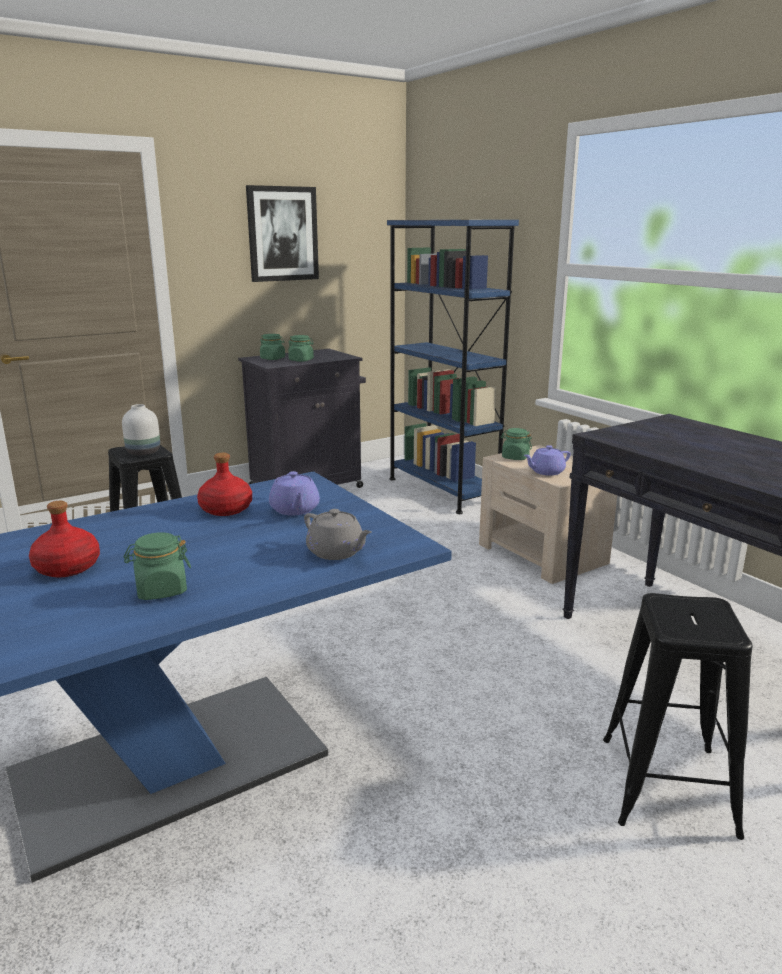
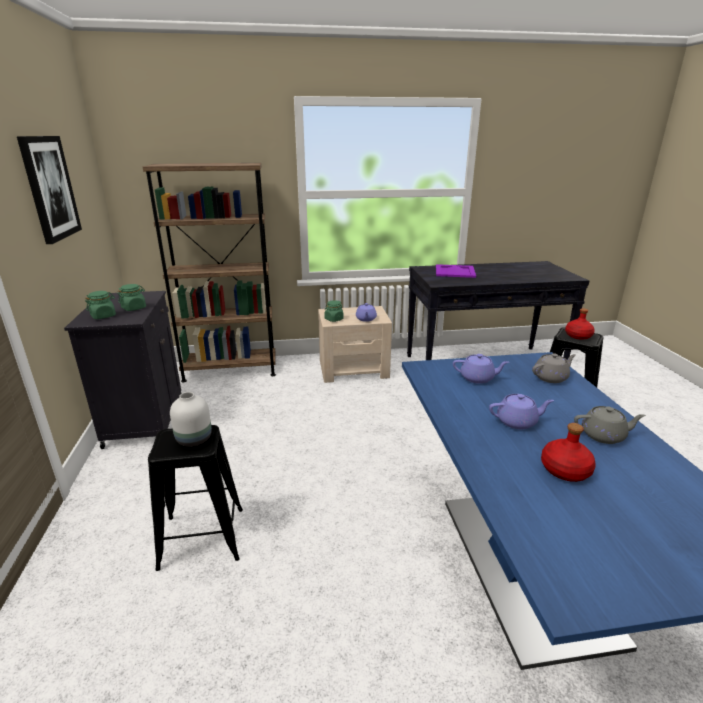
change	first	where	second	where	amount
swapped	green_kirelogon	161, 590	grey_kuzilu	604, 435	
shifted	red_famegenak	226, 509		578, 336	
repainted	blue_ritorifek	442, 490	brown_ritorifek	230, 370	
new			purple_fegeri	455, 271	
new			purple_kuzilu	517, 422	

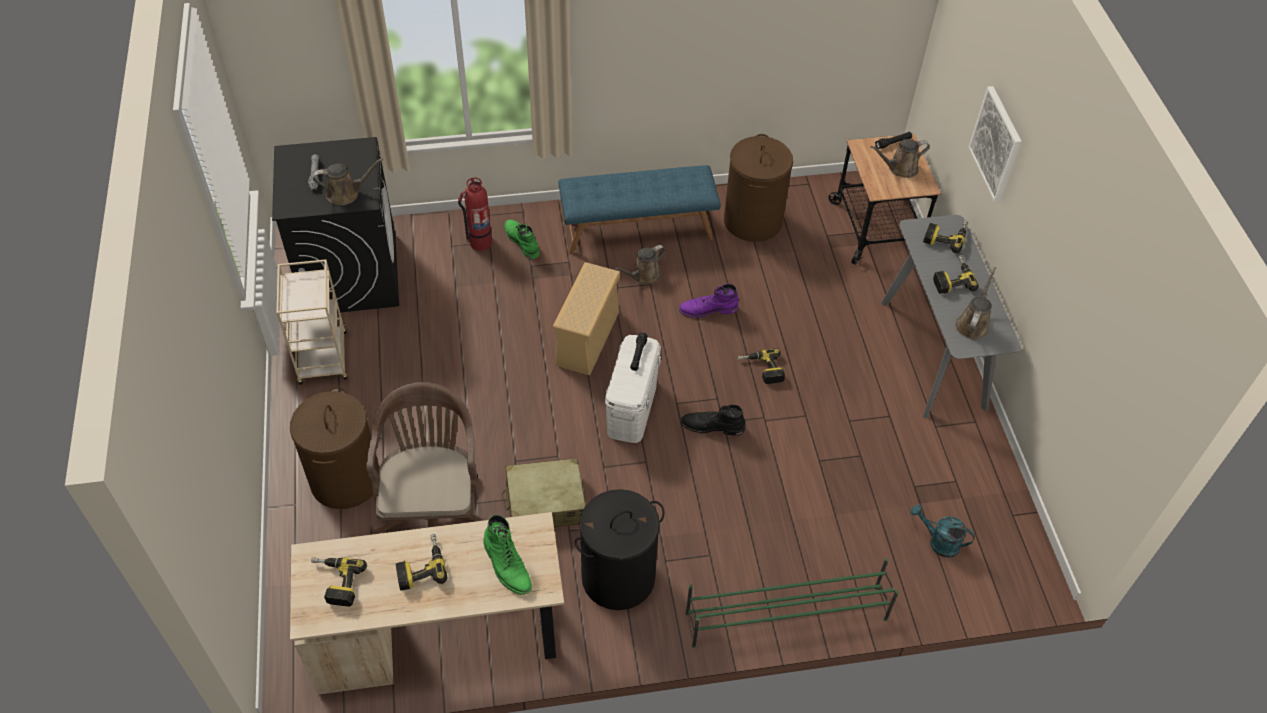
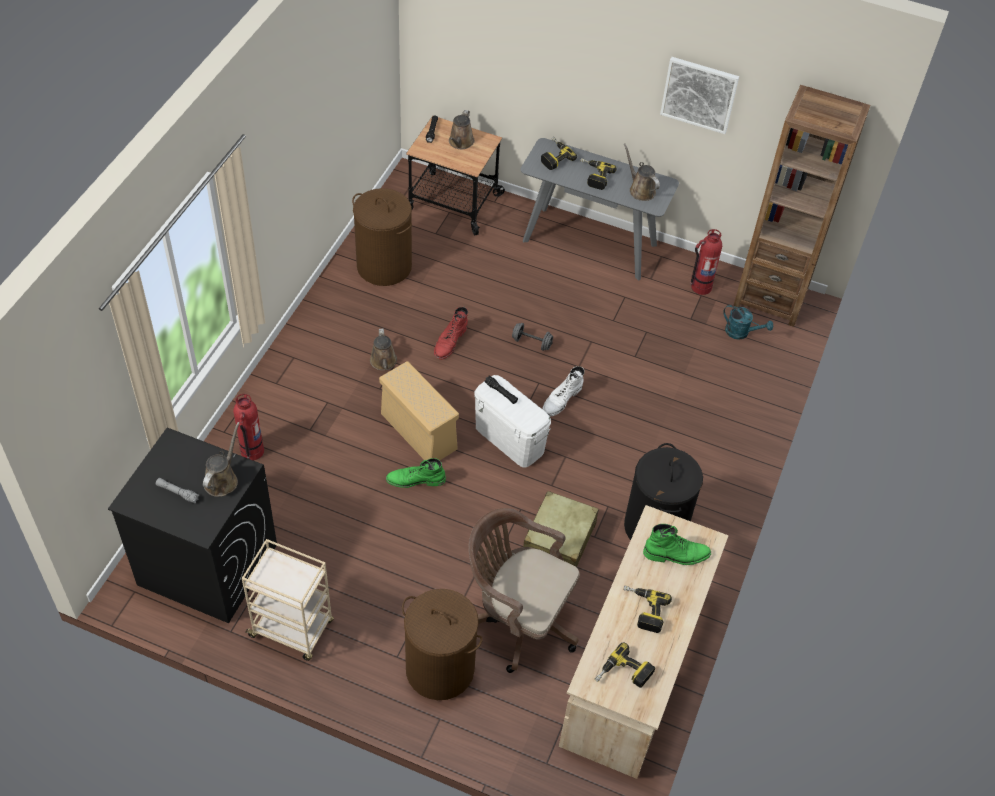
change	first	where	second	where	amount
shifted	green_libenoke	522, 241		415, 480	
gone	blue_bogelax	637, 228			
repainted	purple_libenoke	708, 309	red_libenoke	450, 341	
repainted	black_libenoke	712, 426	white_libenoke	561, 399	
gone	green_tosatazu	785, 616			
swapped	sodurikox	761, 369	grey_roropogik	531, 343	
rotated	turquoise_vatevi	938, 542		741, 332	120 degrees counterclockwise
shifted	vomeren	996, 144		699, 94	
new			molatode	700, 287	
new			brown_ritorifek	770, 298	

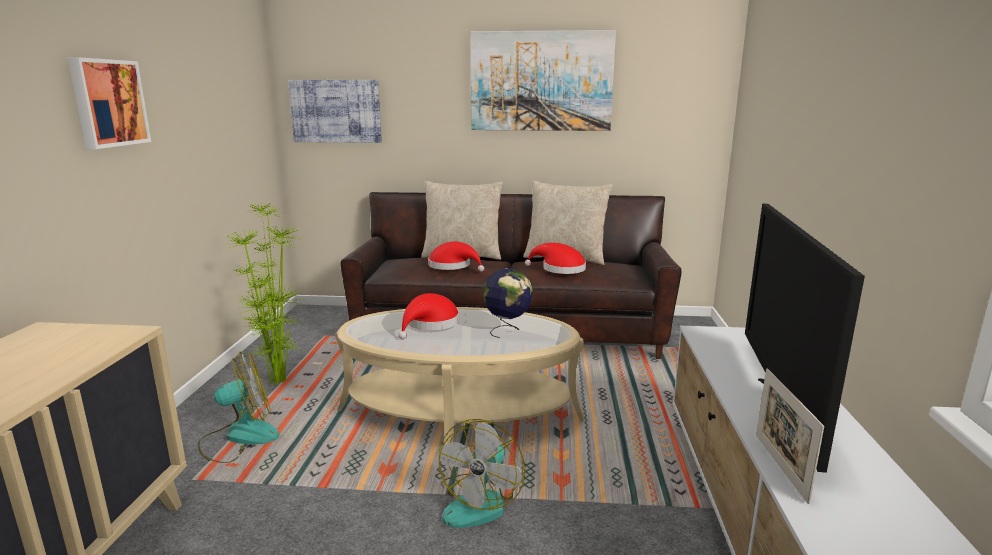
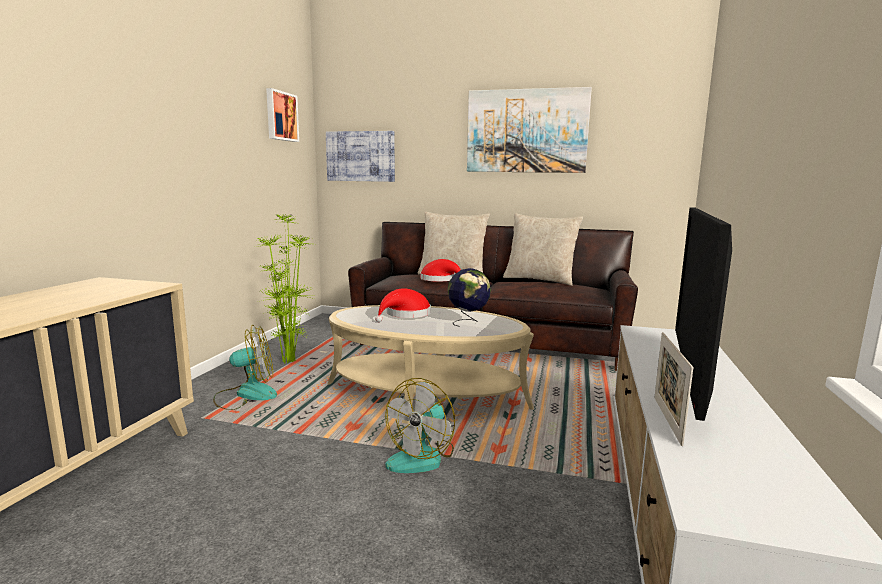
change	first	where	second	where	amount
shifted	vomeren	108, 103		281, 116	
gone	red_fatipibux	560, 269			

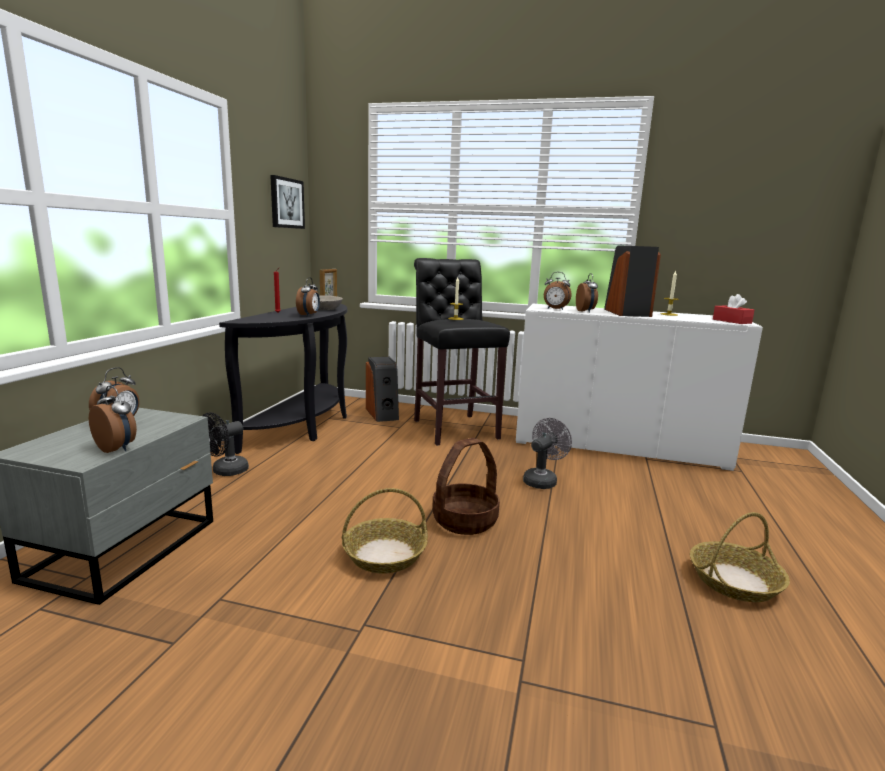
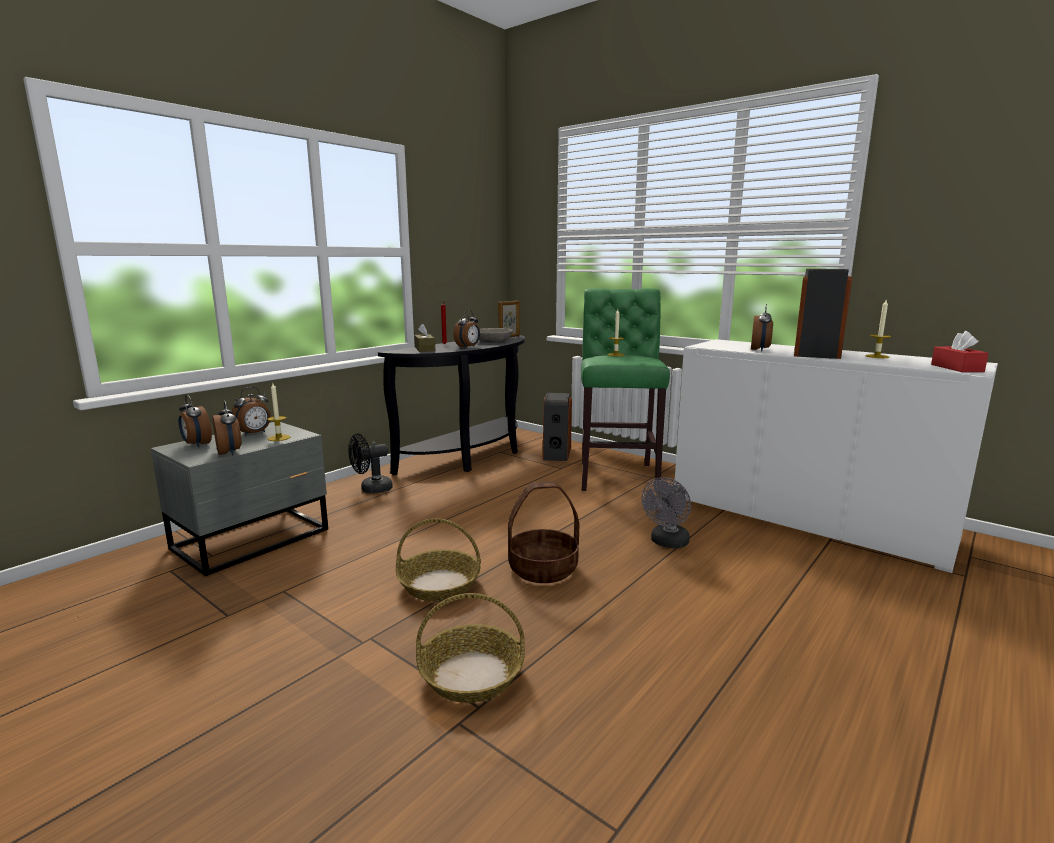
change	first	where	second	where	amount
gone	vomeren	286, 203			
repainted	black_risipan	453, 428	green_risipan	617, 475	
rotated	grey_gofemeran	542, 480		667, 543	150 degrees clockwise
shifted	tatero	555, 309		196, 444	
shifted	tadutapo	734, 581		472, 674	
new			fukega	279, 438	
new			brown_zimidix	425, 349	

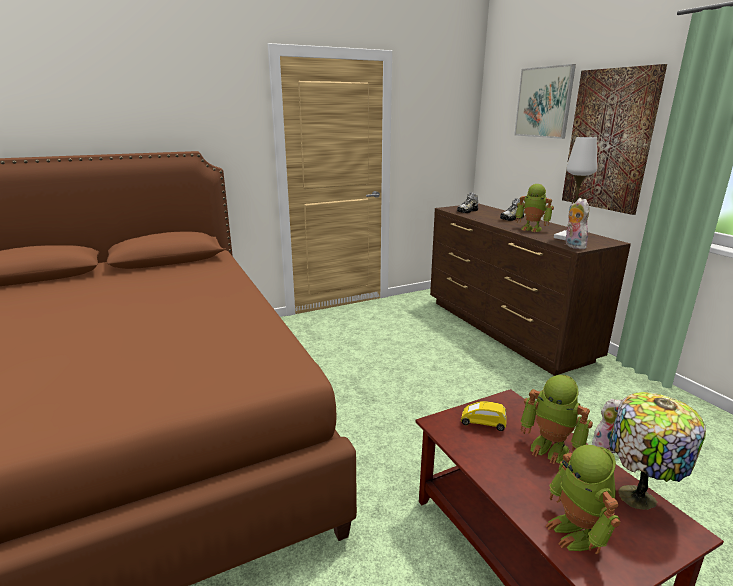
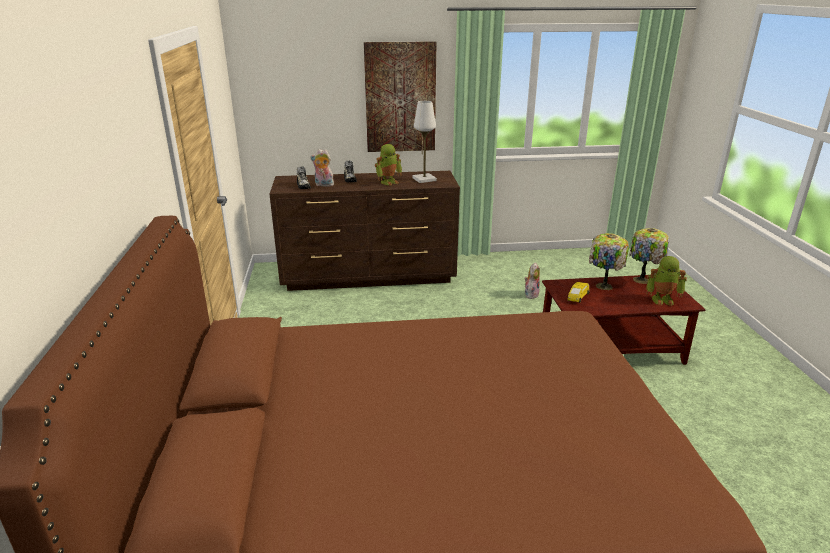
change	first	where	second	where	amount
gone	vomeren	543, 102			
swapped	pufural	551, 448	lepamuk	603, 286	
shifted	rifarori	572, 246		323, 185	

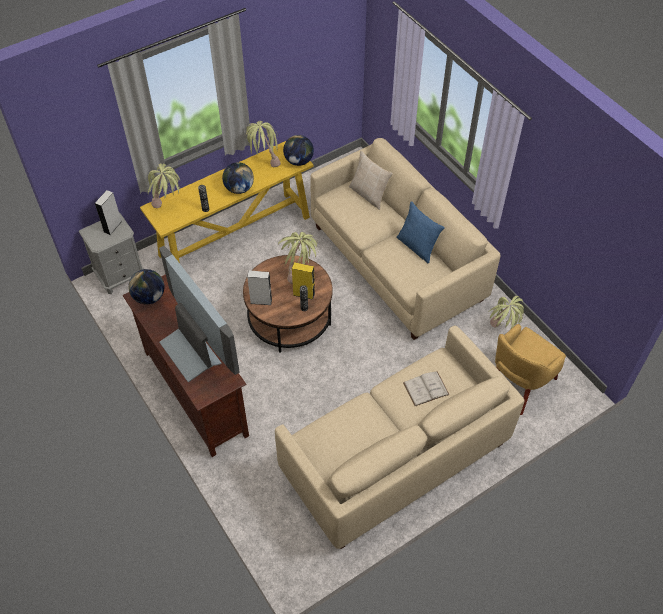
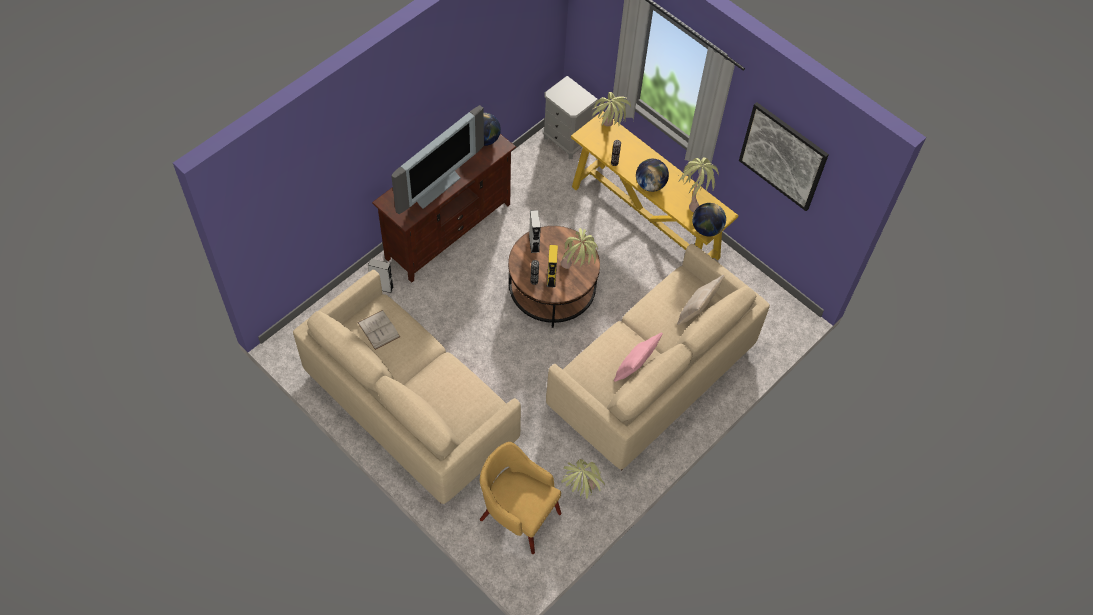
change	first	where	second	where	amount
shifted	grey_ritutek	112, 226		382, 287	
repainted	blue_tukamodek	417, 246	pink_tukamodek	635, 368	
shifted	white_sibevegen	426, 388		378, 329	
new			vomeren	783, 156	

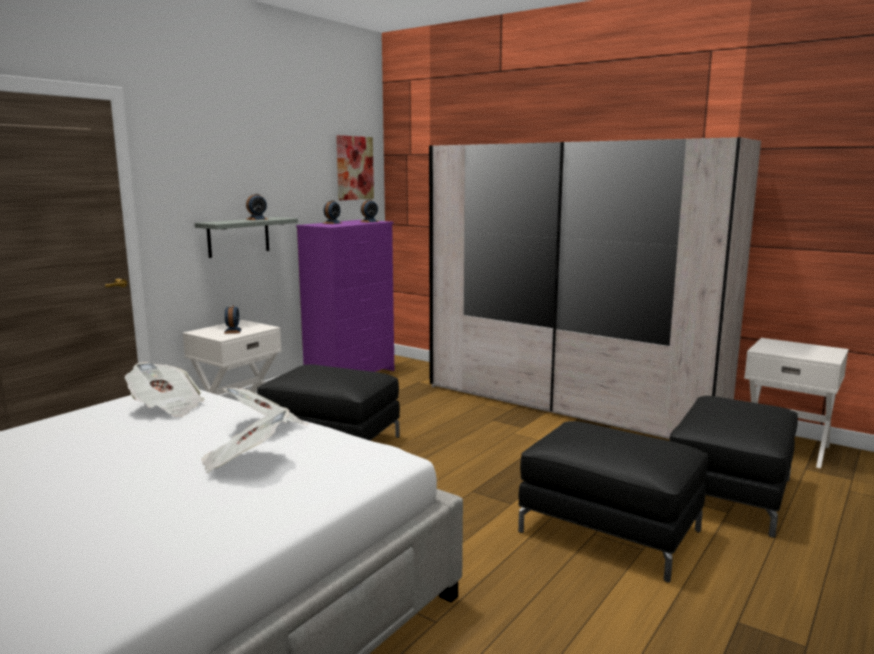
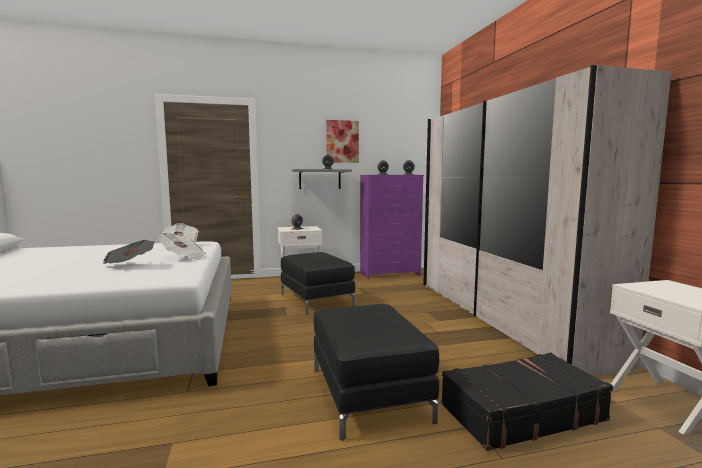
change	first	where	second	where	amount
shifted	vomeren	354, 168		342, 141	
swapped	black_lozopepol	729, 494	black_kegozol	521, 412	

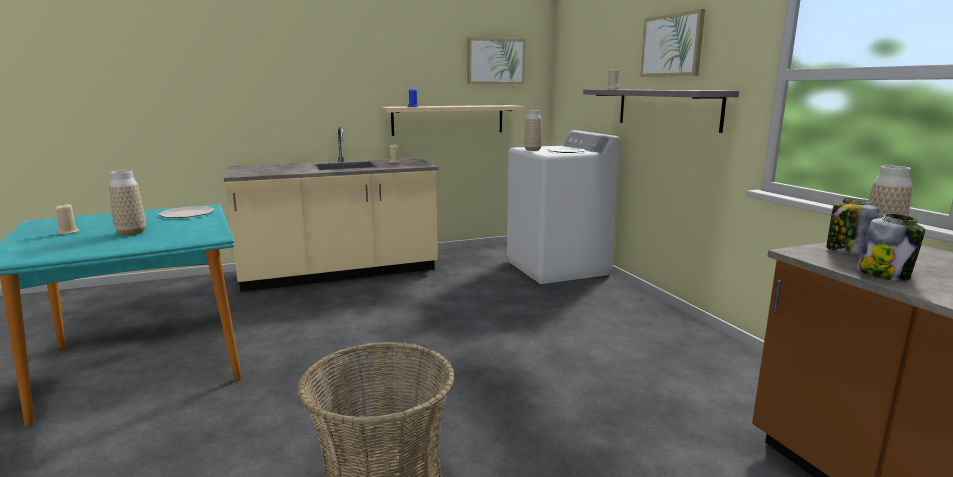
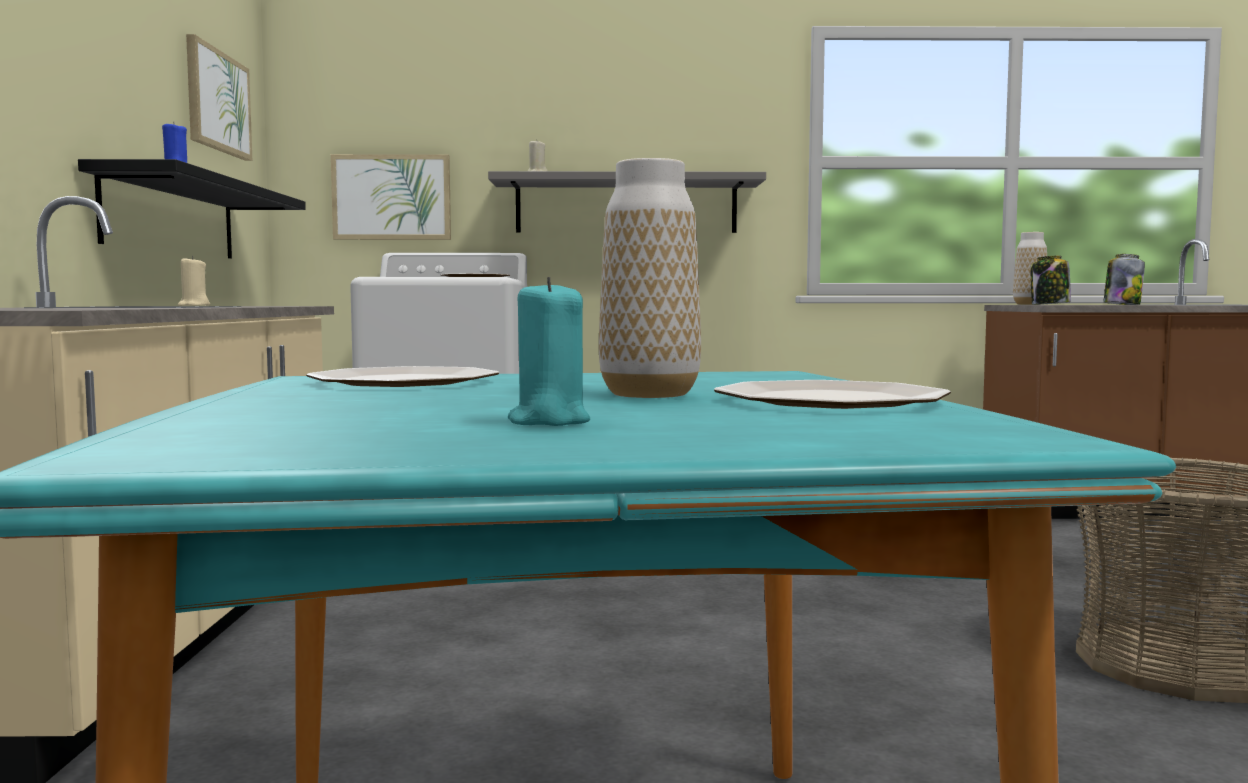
change	first	where	second	where	amount
repainted	beige_fukega	68, 232	turquoise_fukega	548, 422	
repainted	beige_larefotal	448, 119	black_larefotal	172, 218	
gone	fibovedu	532, 150			
shifted	vomeren	672, 45		392, 197	
new			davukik	832, 400	

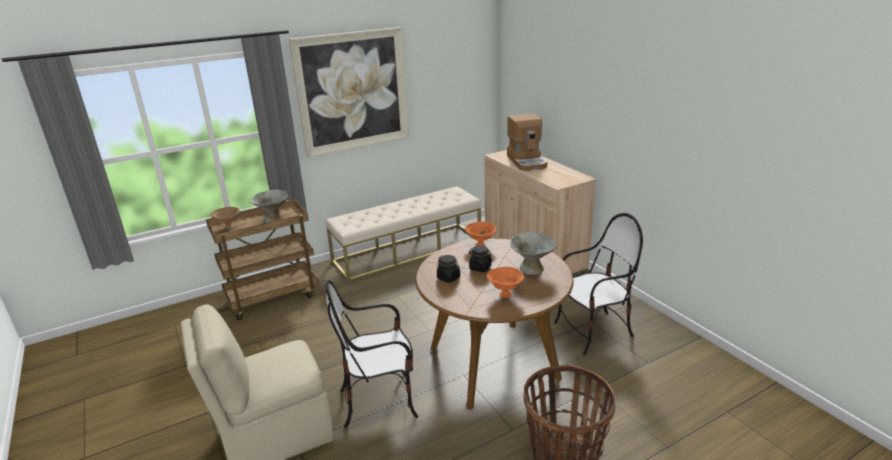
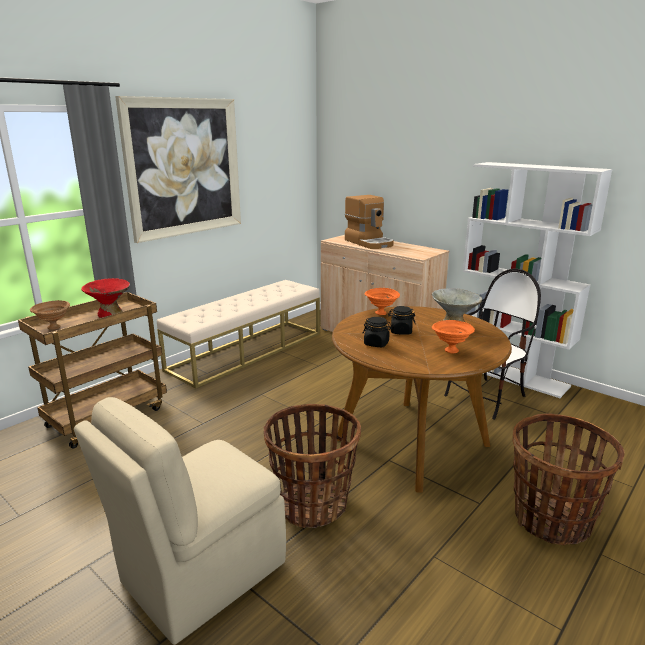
change	first	where	second	where	amount
repainted	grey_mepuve	273, 219	red_mepuve	110, 314	
swapped	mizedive	379, 400	tadutapo	312, 504	
new			white_ritorifek	510, 375	

